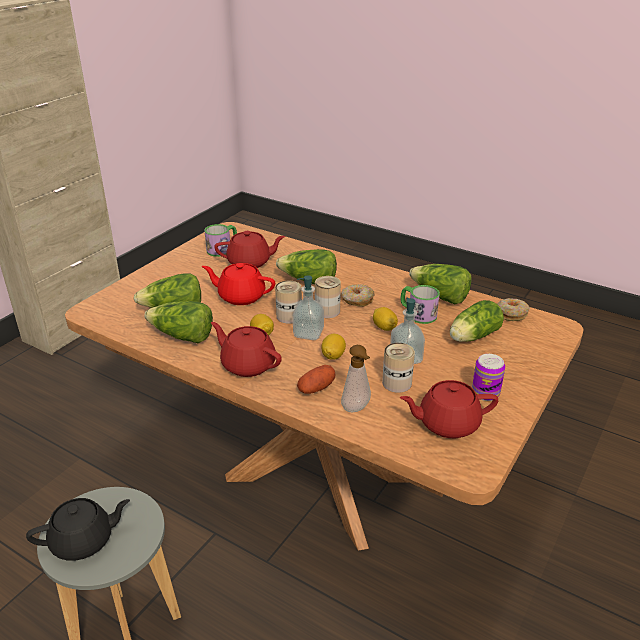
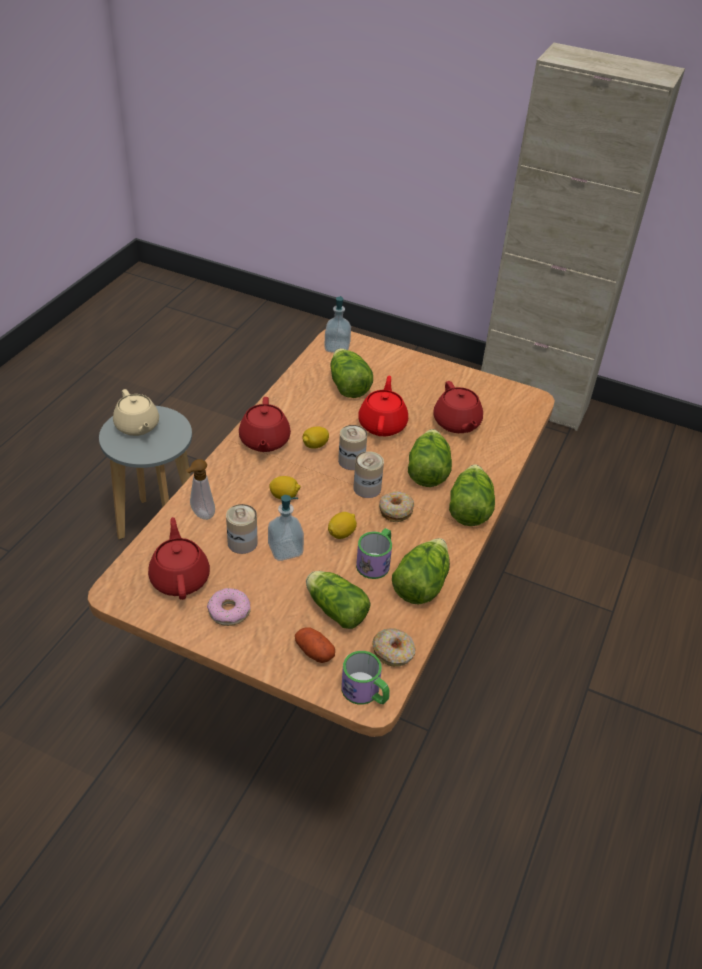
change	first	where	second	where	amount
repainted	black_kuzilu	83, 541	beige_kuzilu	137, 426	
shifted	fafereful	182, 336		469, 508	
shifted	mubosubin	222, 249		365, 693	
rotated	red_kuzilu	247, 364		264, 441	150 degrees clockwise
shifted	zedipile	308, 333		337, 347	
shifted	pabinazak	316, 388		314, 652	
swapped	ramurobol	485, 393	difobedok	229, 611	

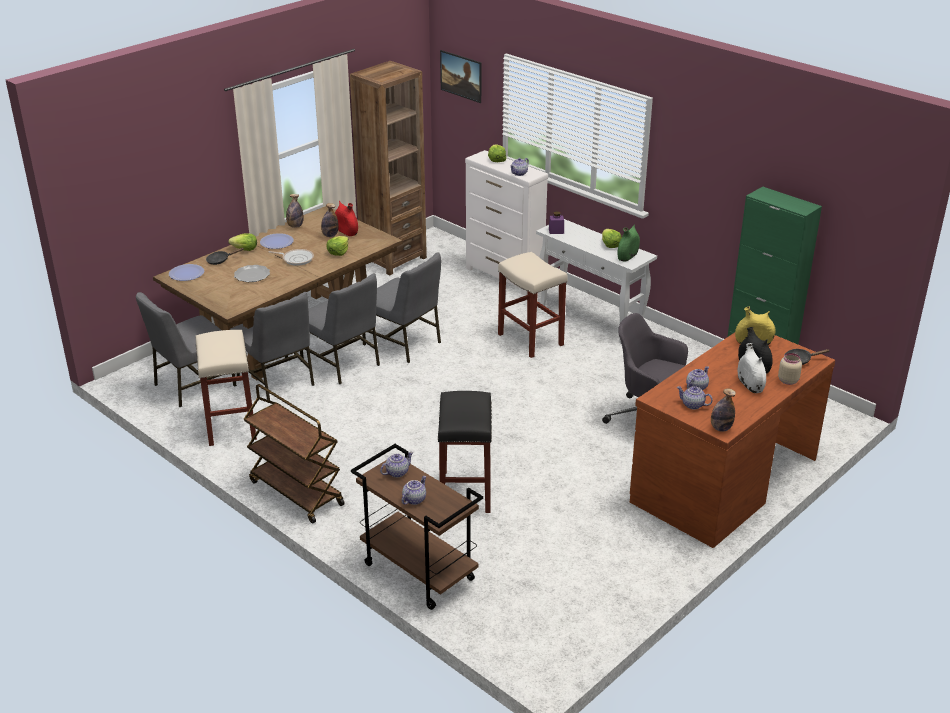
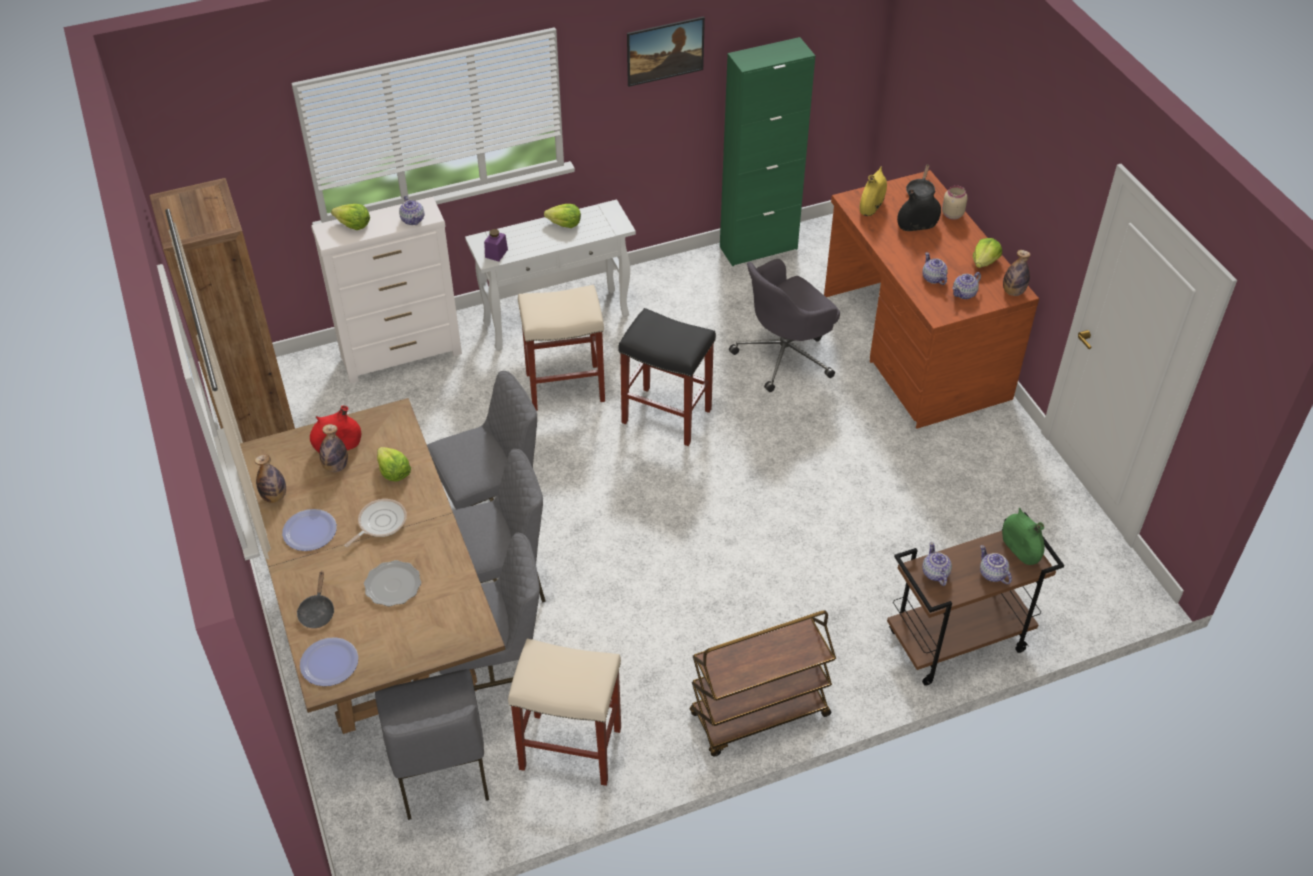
change	first	where	second	where	amount
shifted	fafereful	245, 249		984, 262	
shifted	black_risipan	466, 492		668, 416	
shifted	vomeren	461, 86		665, 64	
shifted	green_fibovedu	628, 256		1020, 549	
gone	white_fibovedu	750, 385			

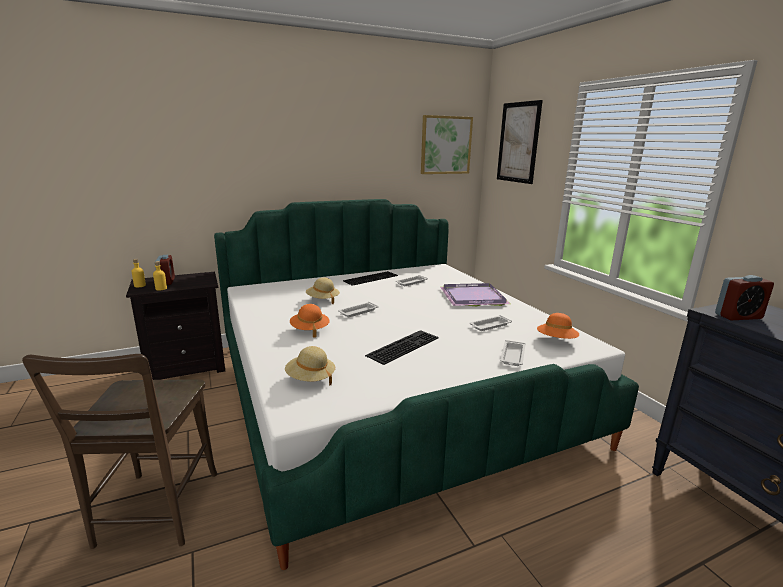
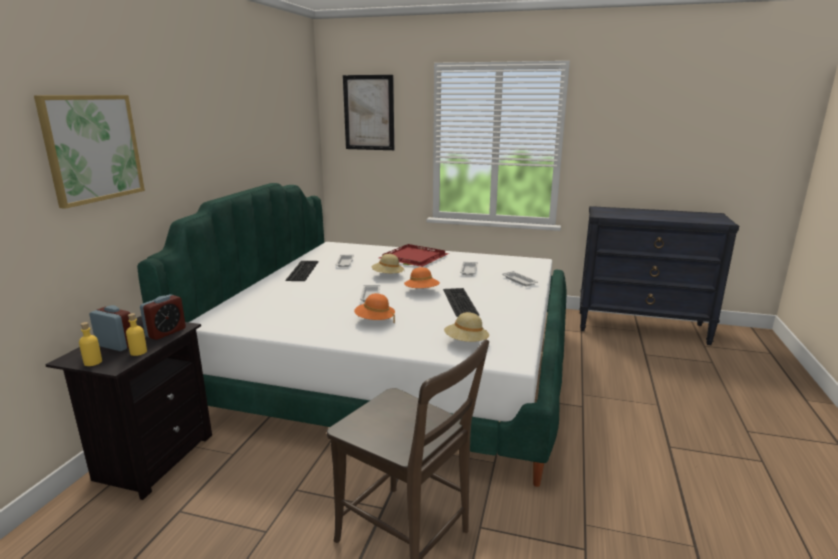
change	first	where	second	where	amount
shifted	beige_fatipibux	322, 299		387, 276	
shifted	vomeren	445, 145		92, 148	
repainted	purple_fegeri	474, 297	red_fegeri	415, 258	
shifted	orange_fatipibux	556, 340		422, 291	
shifted	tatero	738, 316		166, 332	

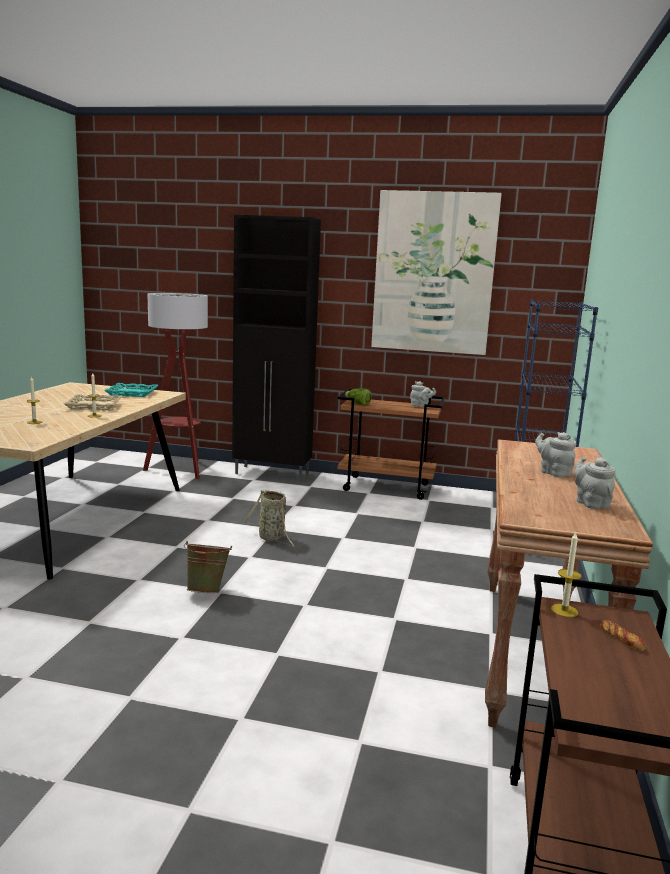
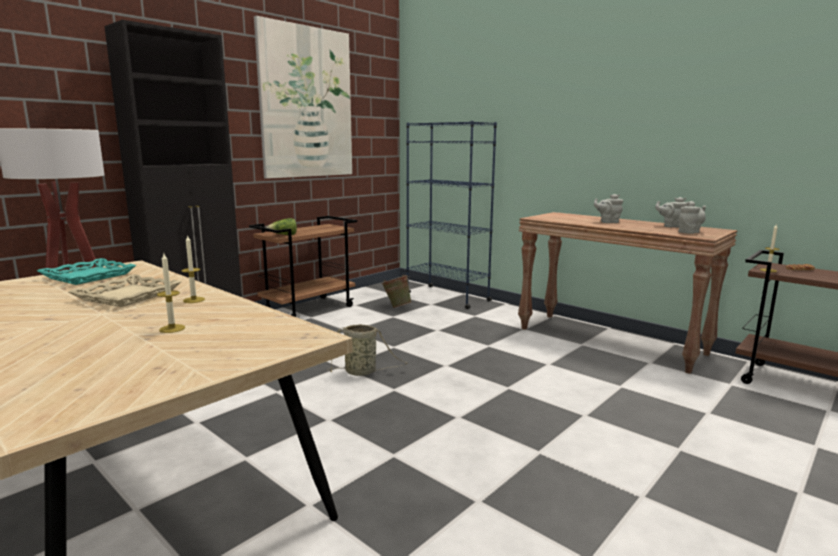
change	first	where	second	where	amount
shifted	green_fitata	207, 591		396, 307	
shifted	grey_kuzilu	420, 406		690, 232	

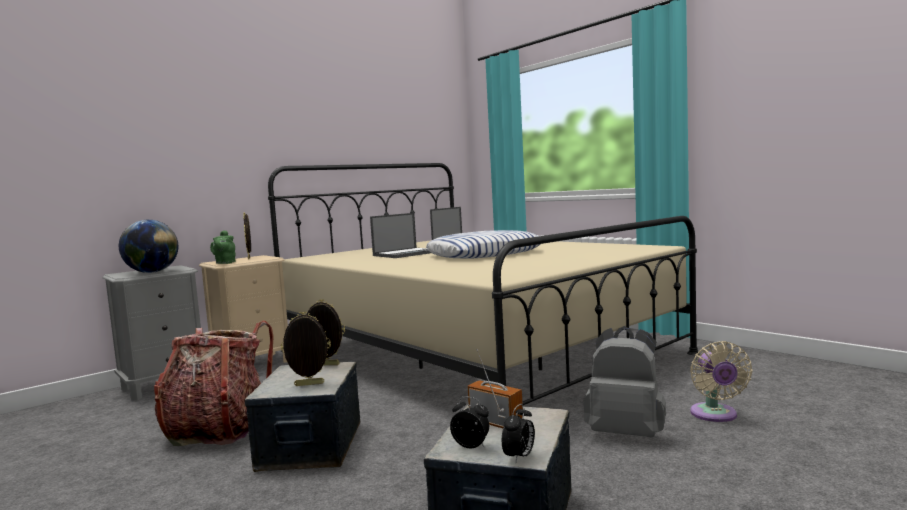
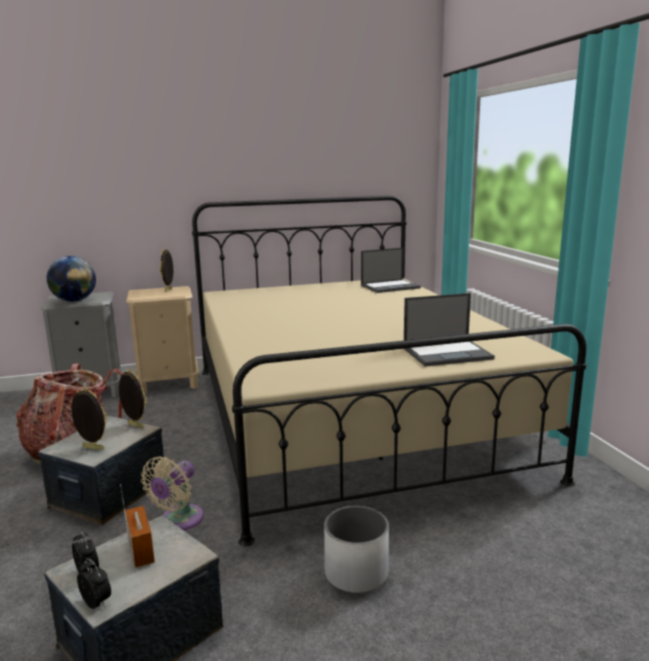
change	first	where	second	where	amount
gone	green_kuzilu	225, 263			
shifted	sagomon	406, 253		448, 353	
gone	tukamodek	484, 254			
rotated	tatero	519, 457		97, 603	105 degrees counterclockwise
swapped	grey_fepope	626, 433	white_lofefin	357, 573	
shifted	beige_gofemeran	715, 415		179, 521	

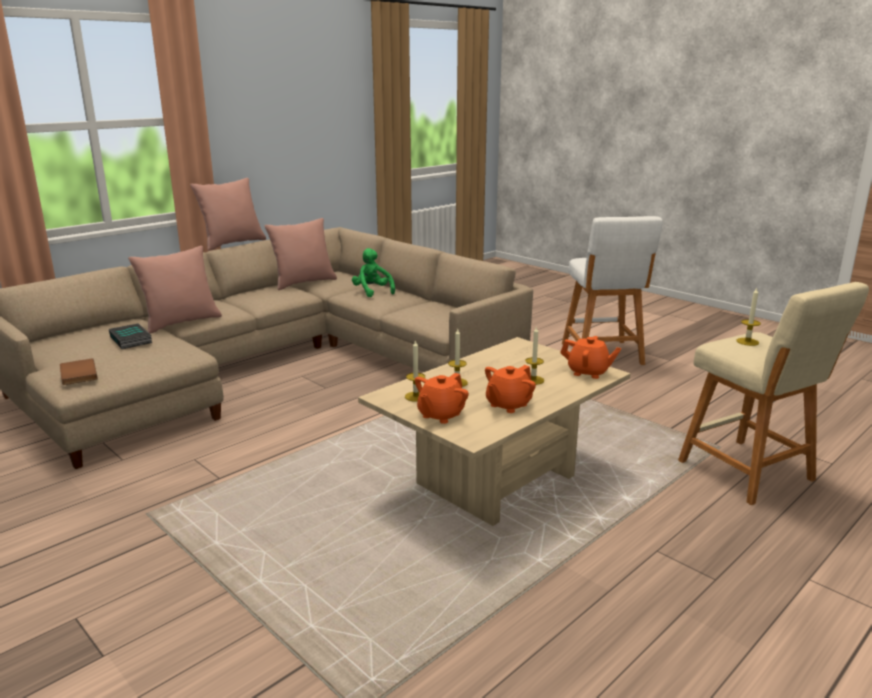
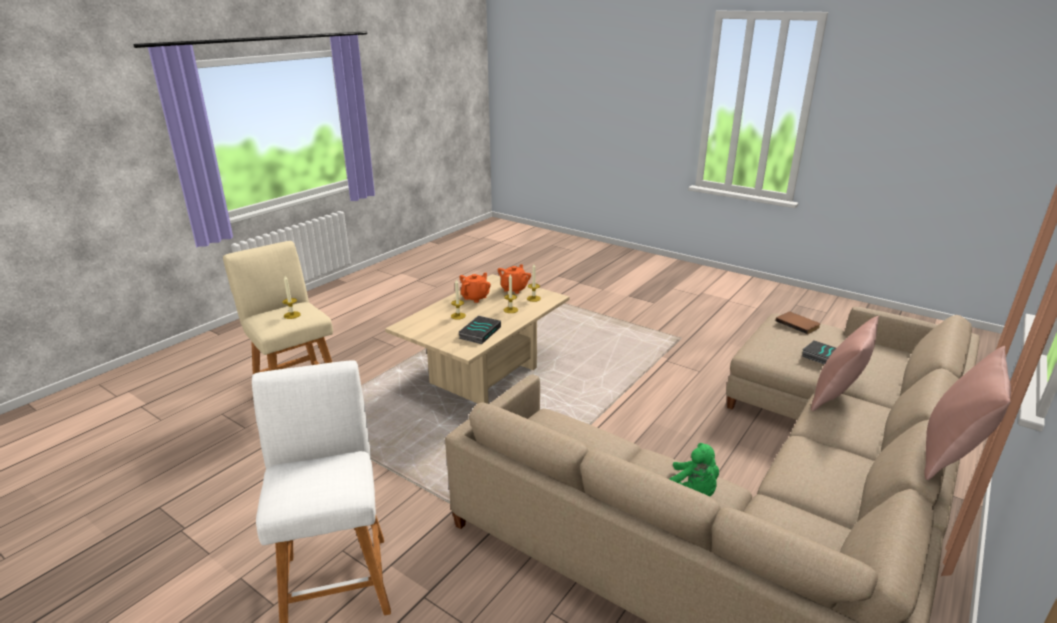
change	first	where	second	where	amount
gone	pink_tukamodek	303, 283			
gone	orange_kuzilu	588, 372			
new			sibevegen	479, 332	

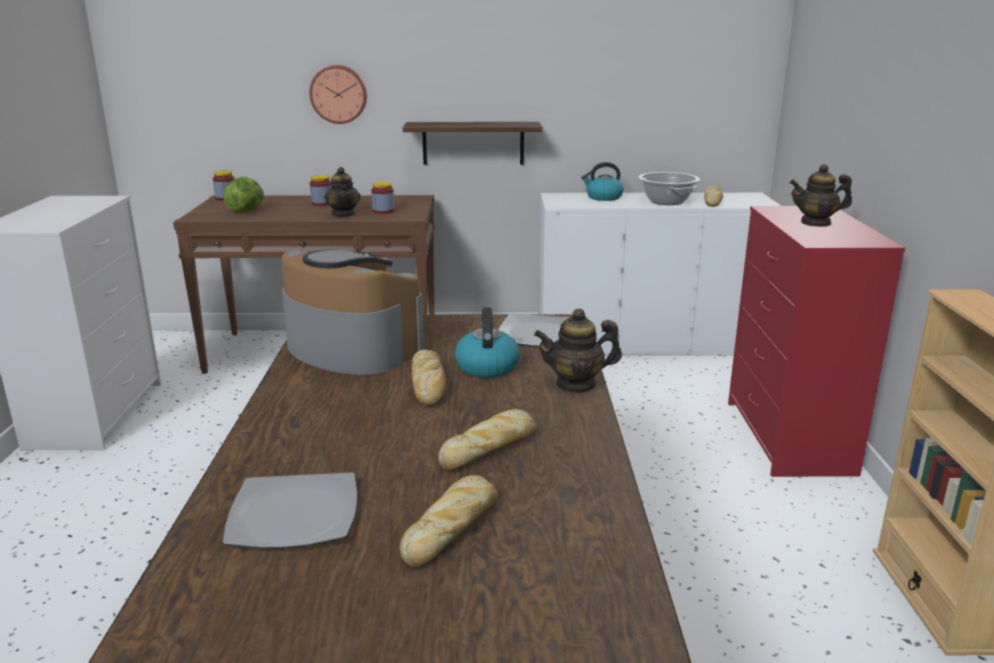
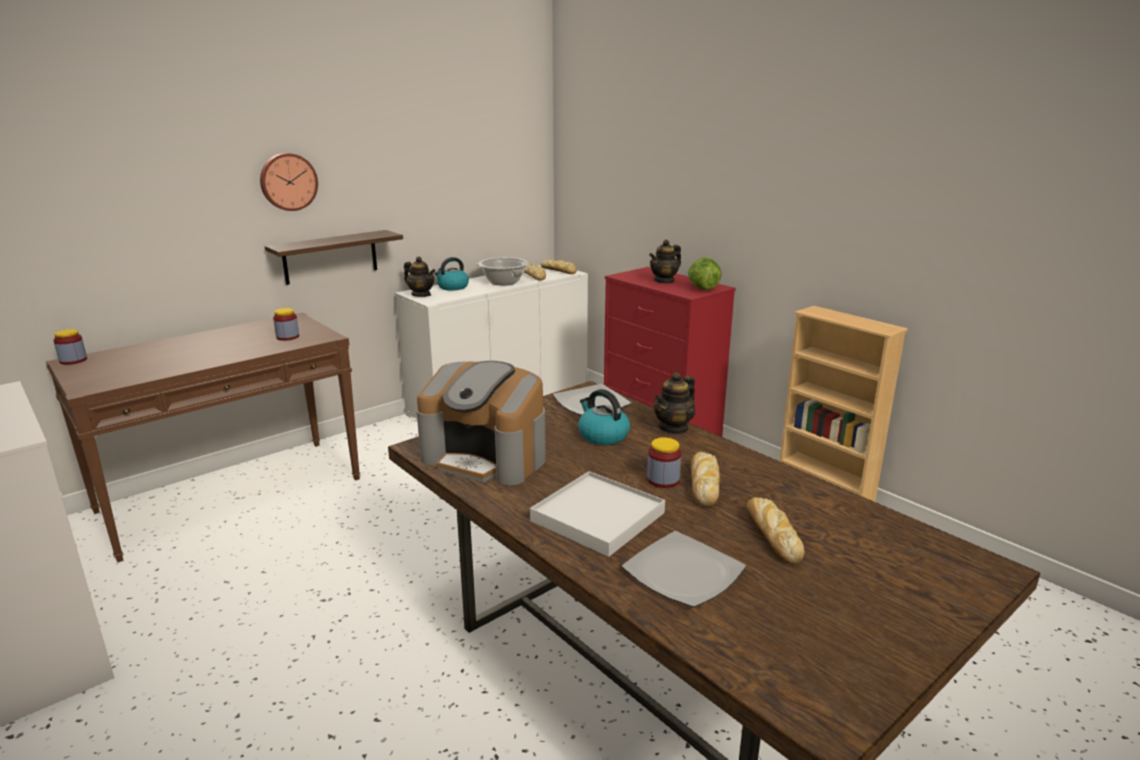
change	first	where	second	where	amount
shifted	fafereful	246, 211		702, 289	
rotated	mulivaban	351, 348		486, 457	150 degrees counterclockwise
shifted	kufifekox	338, 94		288, 181	
shifted	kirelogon	322, 203		663, 480	
shifted	kuzilu	344, 214		421, 295	
shifted	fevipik	428, 385		559, 271	
new			white_fegeri	597, 516	

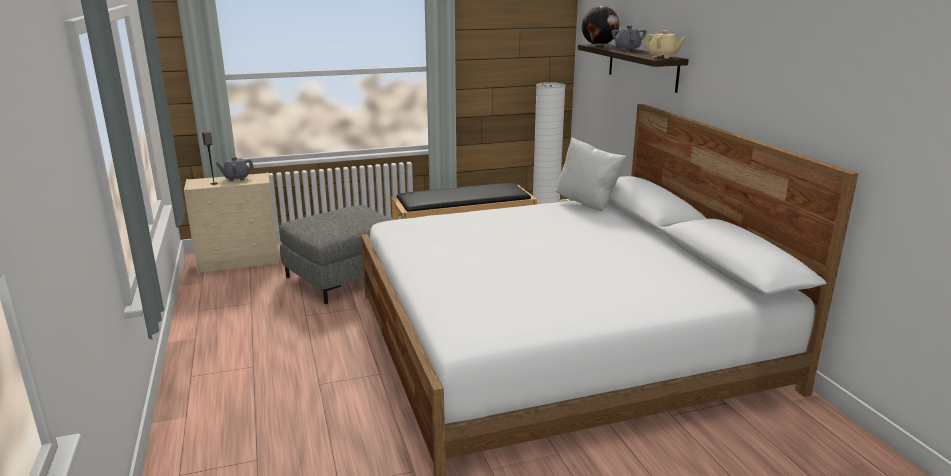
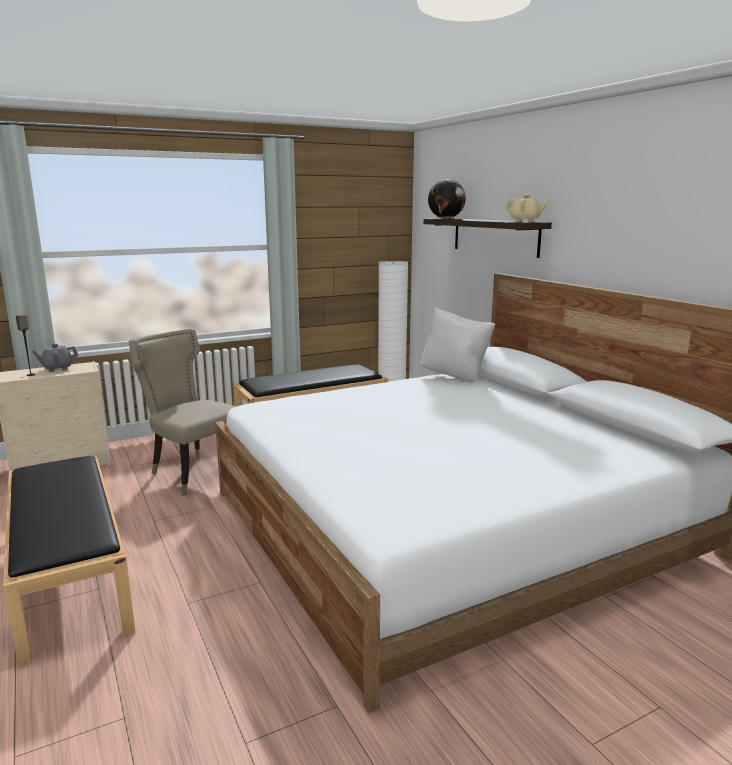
change	first	where	second	where	amount
swapped	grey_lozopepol	346, 276	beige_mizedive	193, 472	
gone	grey_kuzilu	627, 49			
new			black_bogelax	68, 575	

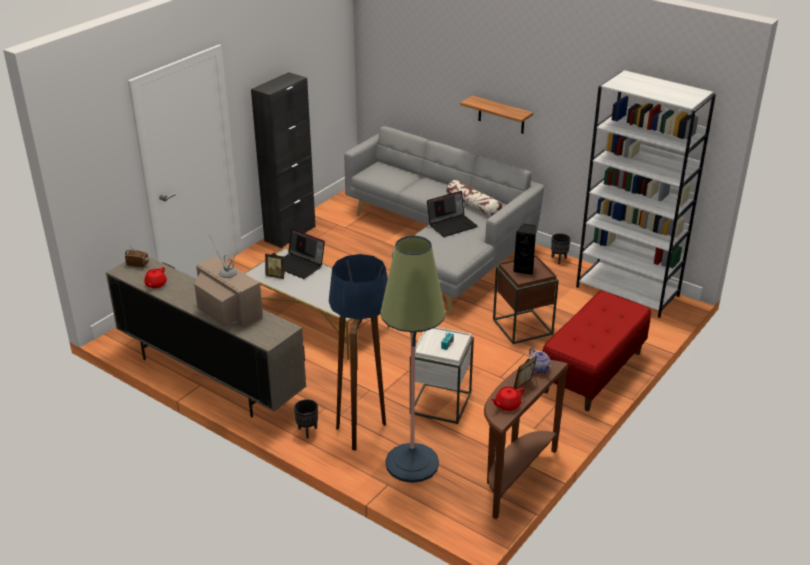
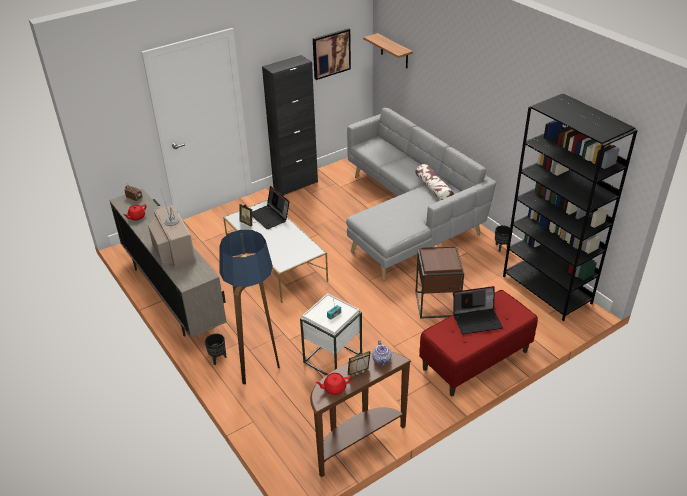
change	first	where	second	where	amount
gone	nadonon	412, 463			
shifted	sagomon	452, 225		477, 319	
shifted	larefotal	501, 115		394, 51	
gone	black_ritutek	524, 269			
repainted	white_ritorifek	628, 291	black_ritorifek	547, 290	
new			vomeren	331, 53	

